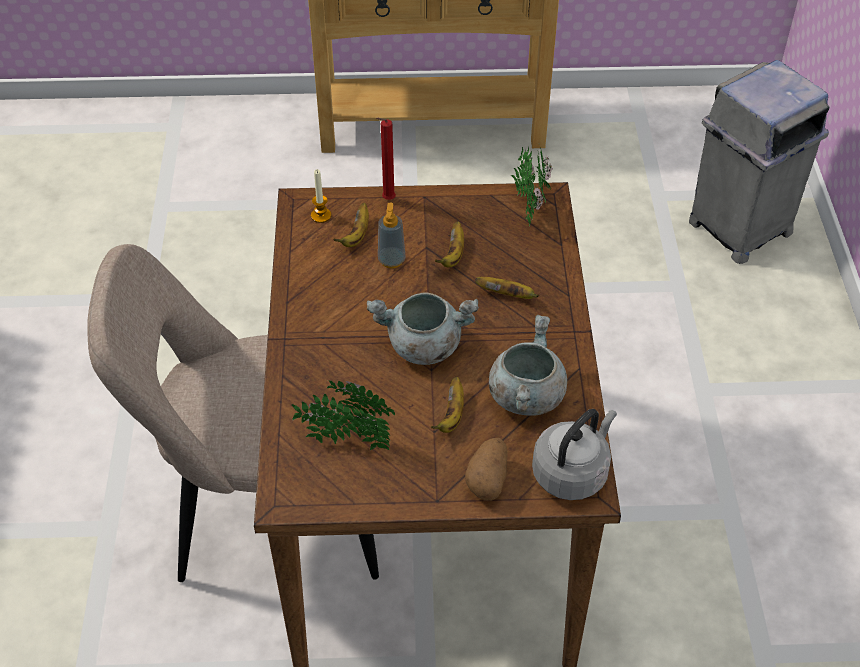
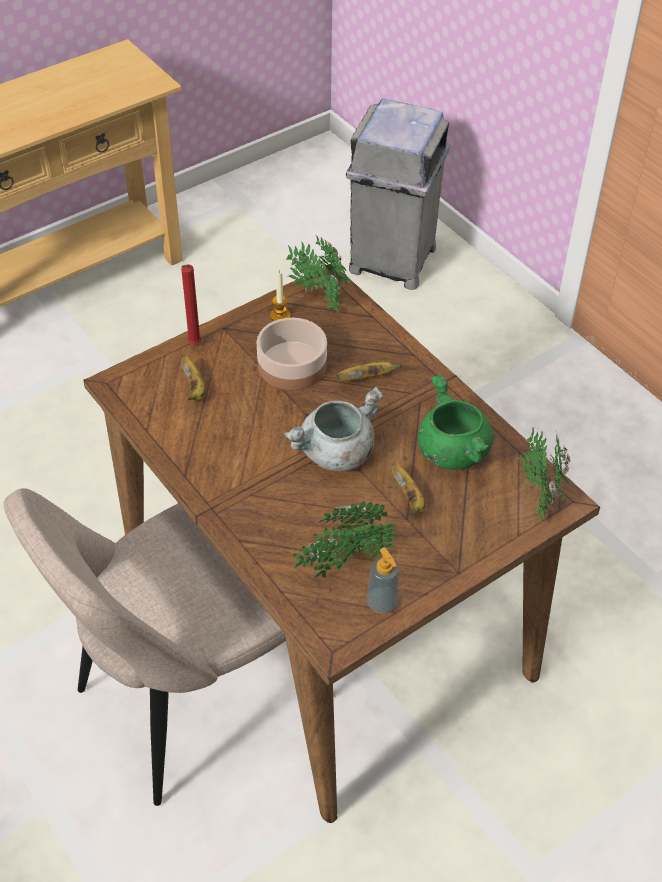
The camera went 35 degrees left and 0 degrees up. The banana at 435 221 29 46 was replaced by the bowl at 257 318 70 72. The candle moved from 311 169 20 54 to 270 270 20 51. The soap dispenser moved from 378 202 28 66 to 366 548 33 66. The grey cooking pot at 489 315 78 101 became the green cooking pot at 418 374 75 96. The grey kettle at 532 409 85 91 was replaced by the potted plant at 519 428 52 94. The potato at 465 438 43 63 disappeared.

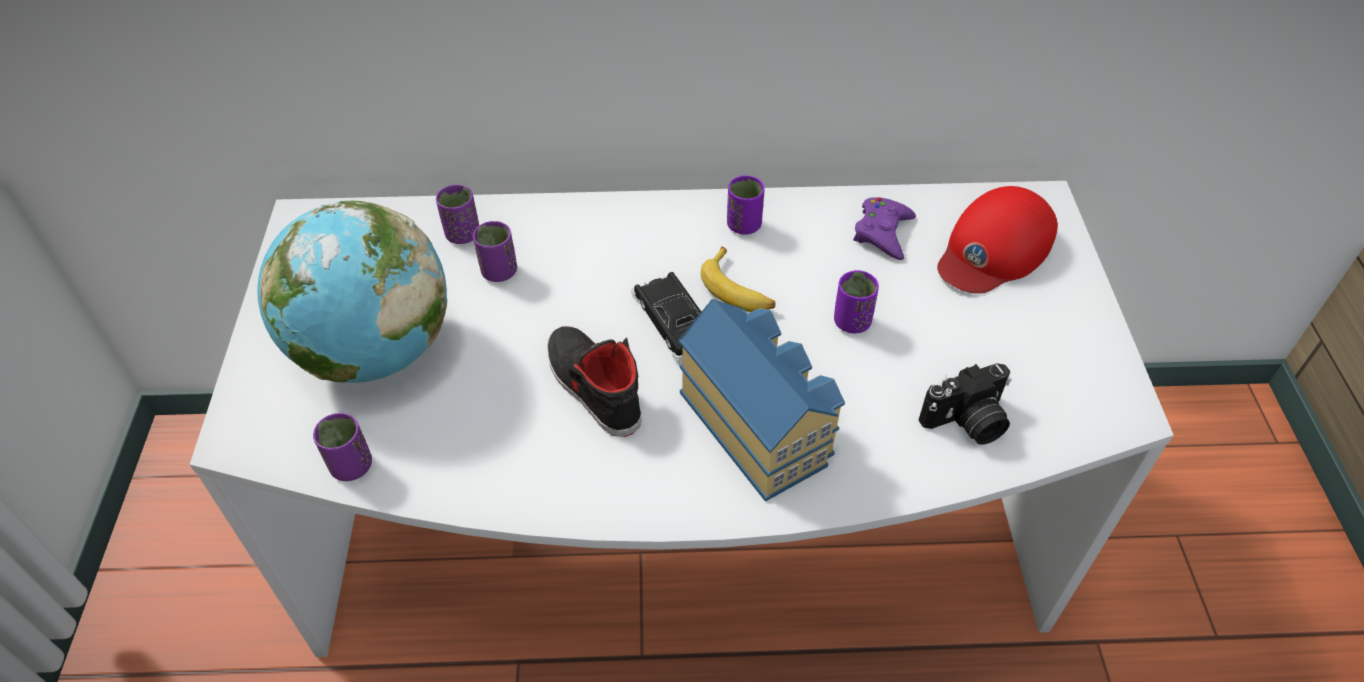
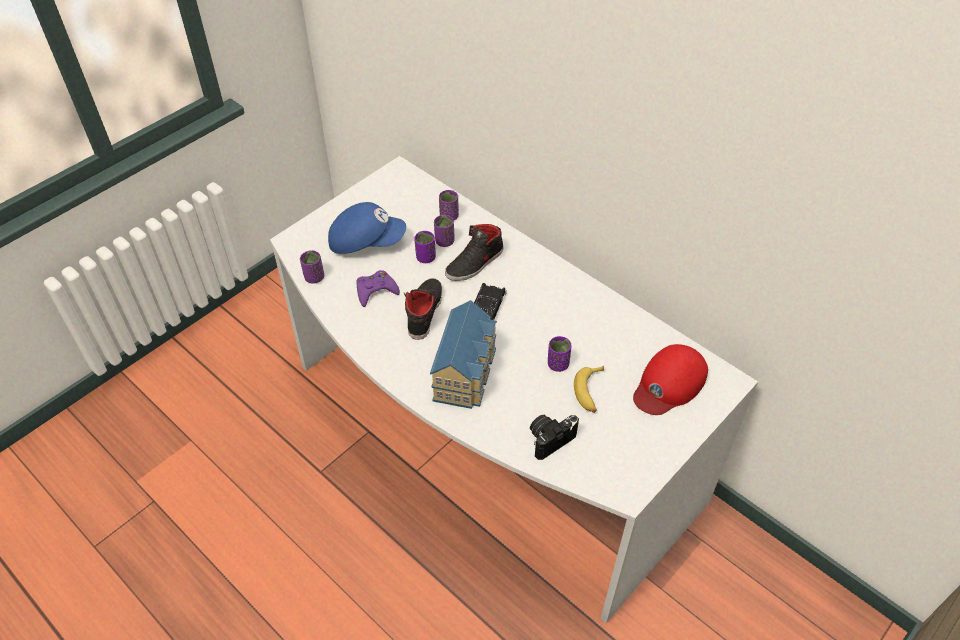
The camera went 45 degrees right and 0 degrees up. The globe at 257 201 190 182 was replaced by the blue cap at 328 202 78 52. The purple game controller moved from 853 197 63 63 to 357 270 43 37. The purple cup moved from 727 175 38 60 to 414 231 22 32. The black shoe at 445 224 58 57 appeared. The photo camera at 918 363 93 82 turned 120 degrees clockwise. The banana moved from 701 247 74 65 to 574 366 30 47. The red cap at 937 186 121 108 turned 45 degrees counterclockwise.

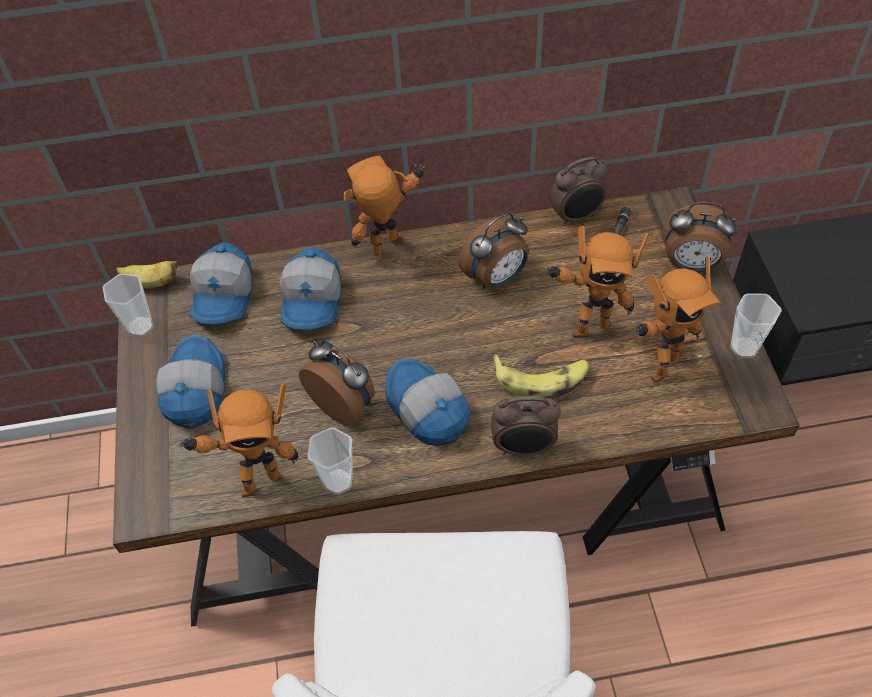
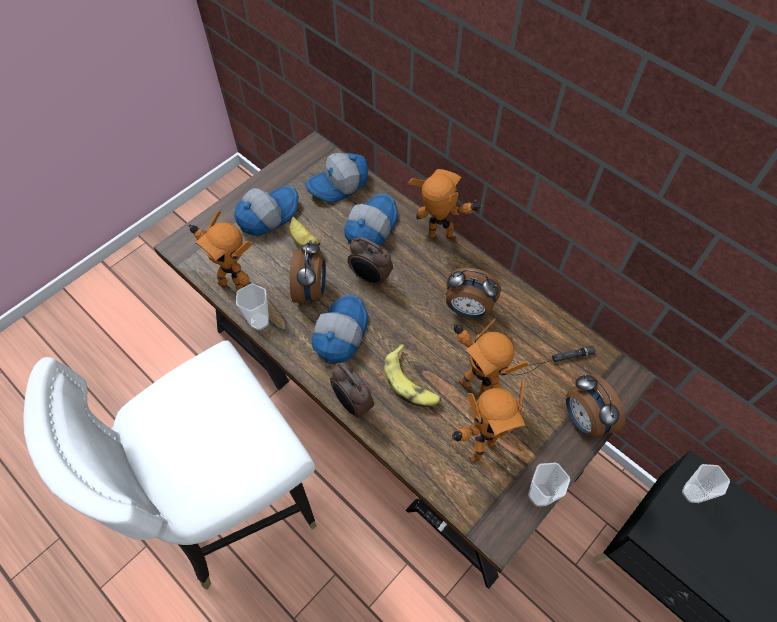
The camera went 50 degrees right and 5 degrees up. The banana moved from 116 261 63 27 to 289 217 31 30. The cap at 280 247 61 83 turned 150 degrees clockwise. The alarm clock moved from 549 157 59 69 to 348 237 45 50. The toy robot at 636 257 85 126 turned 45 degrees counterclockwise. The cup moved from 103 273 50 64 to 682 464 48 39.

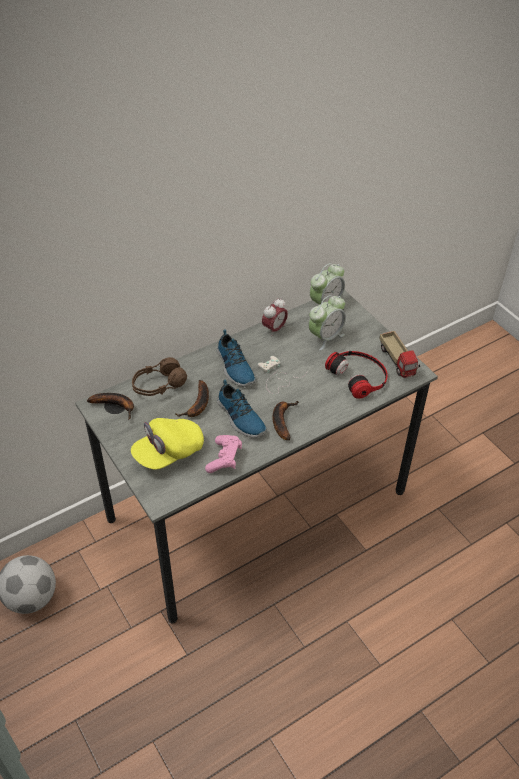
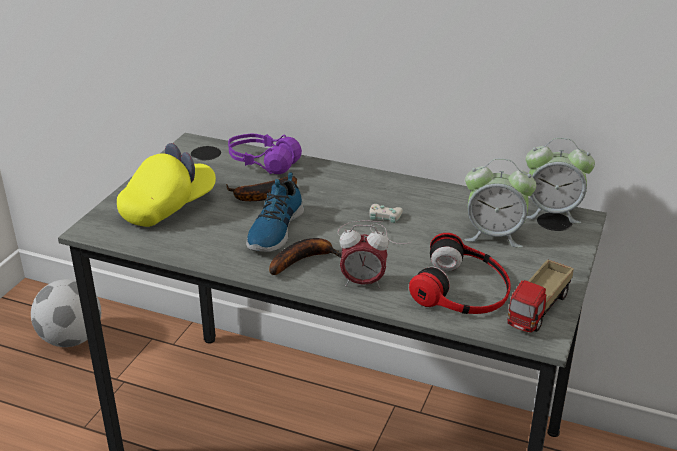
The camera went 55 degrees right and 15 degrees down. The yellow cap at 131 418 73 52 turned 120 degrees clockwise. The brown headphones at 132 357 55 39 became the purple headphones at 228 134 74 40. The alarm clock moved from 262 298 26 38 to 340 225 48 64. The banana at 87 393 47 27 disappeared. The pink game controller at 205 435 37 38 disappeared. The shoe at 217 329 39 58 disappeared.

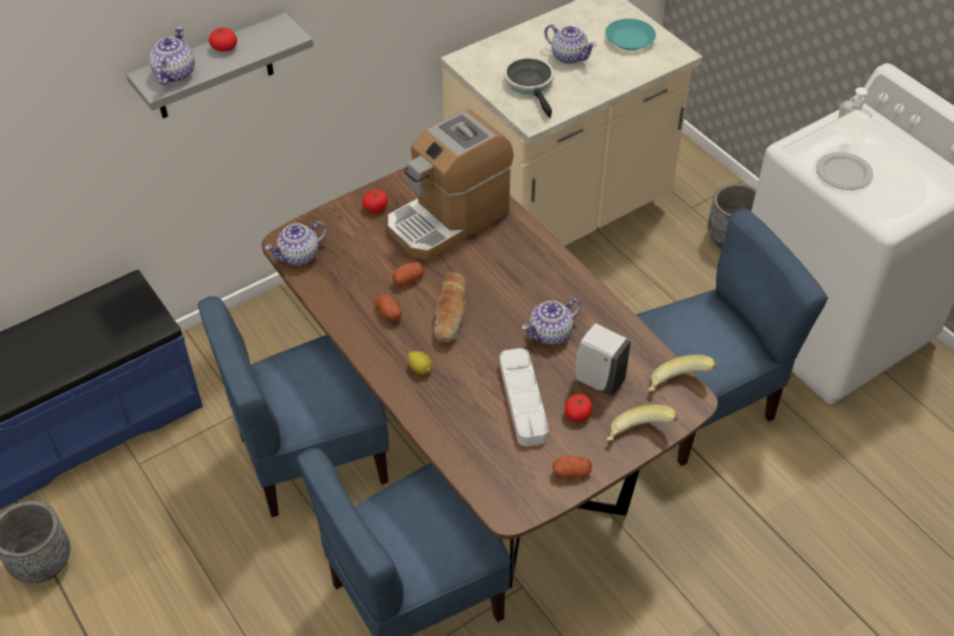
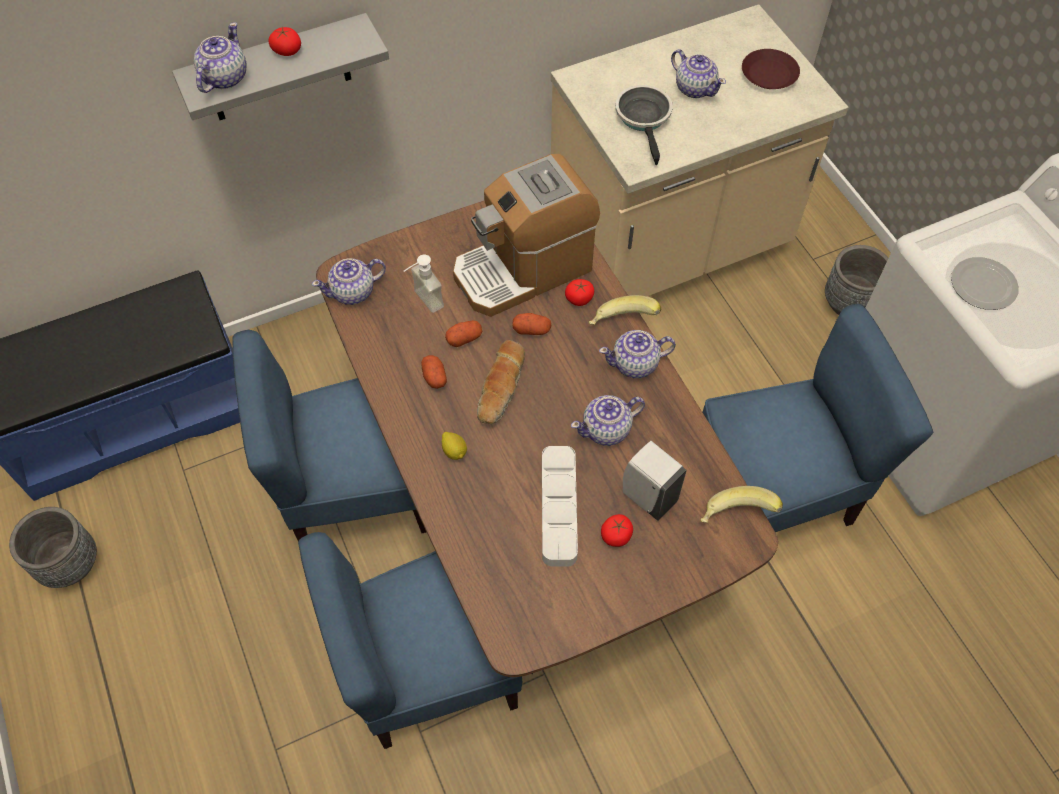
The camera went 10 degrees right and 10 degrees up. The soap dispenser moved from 833 87 39 57 to 404 255 40 58. The potato moved from 552 456 40 23 to 513 313 38 22. The tomato moved from 362 190 26 23 to 565 279 29 27. The banana moved from 606 405 72 36 to 589 295 72 30. The teapot at 599 330 77 48 appeared. The turquoise plate at 605 19 51 31 became the brown plate at 742 49 58 40.

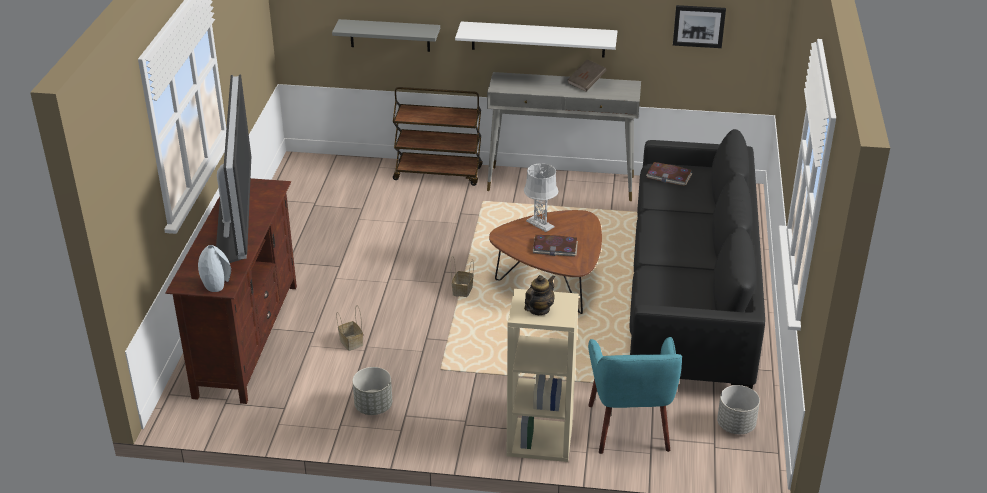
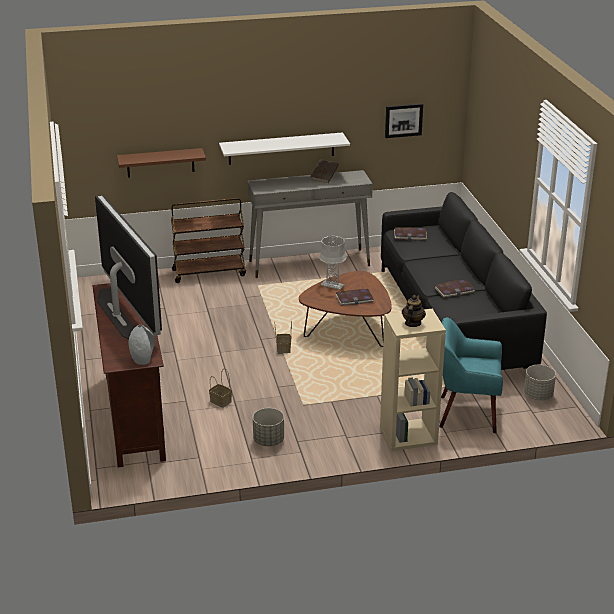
The camera went 20 degrees left and 5 degrees down. The grey shelf at 332 19 108 33 became the brown shelf at 117 148 89 30. The book at 435 280 40 18 appeared. The turquoise armchair at 588 337 94 117 turned 120 degrees clockwise.

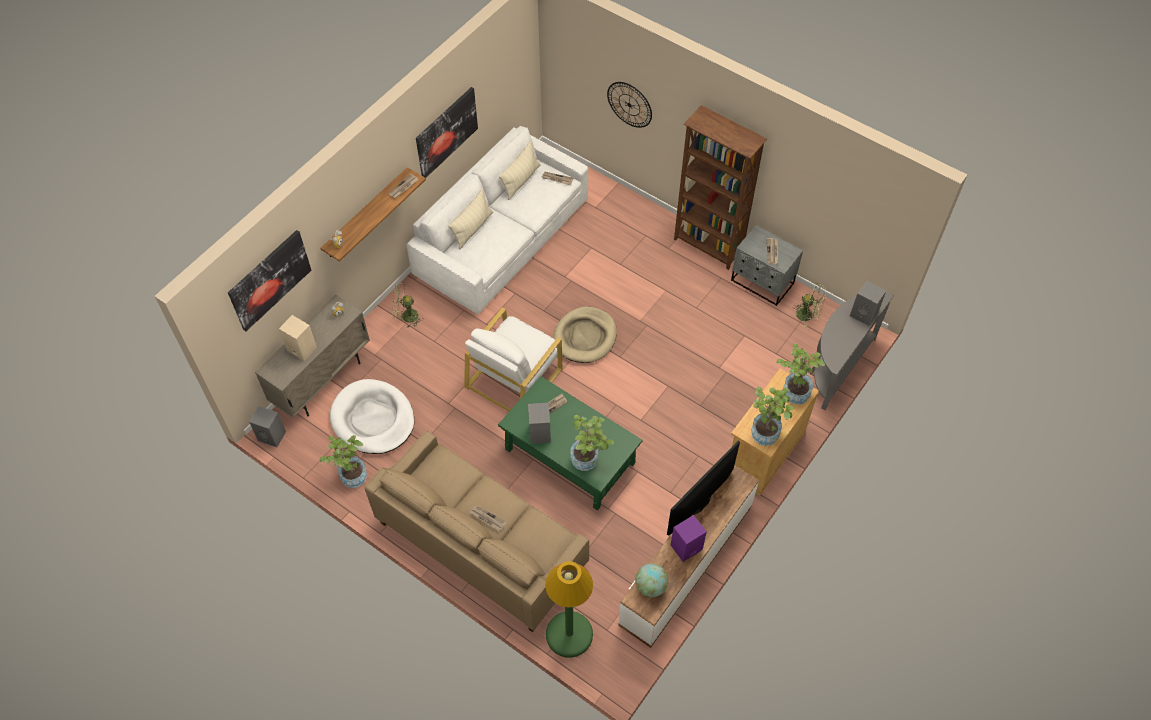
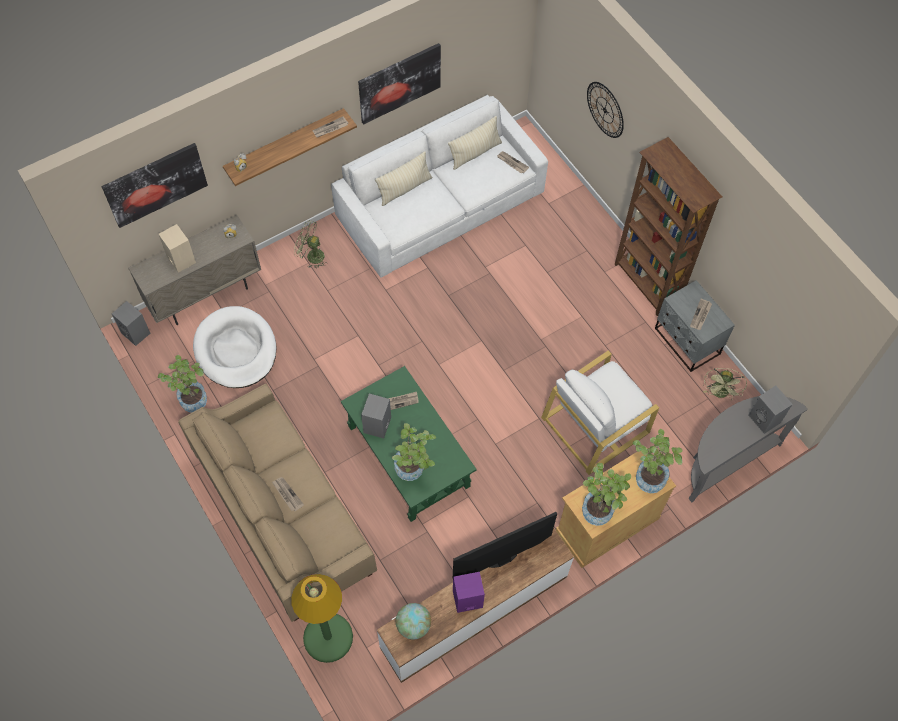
The camera went 20 degrees right and 5 degrees up. The white armchair moved from 464 307 99 104 to 541 350 118 125. The green fan at 793 283 33 44 turned 60 degrees clockwise. The beige dog bed at 553 306 64 57 disappeared.

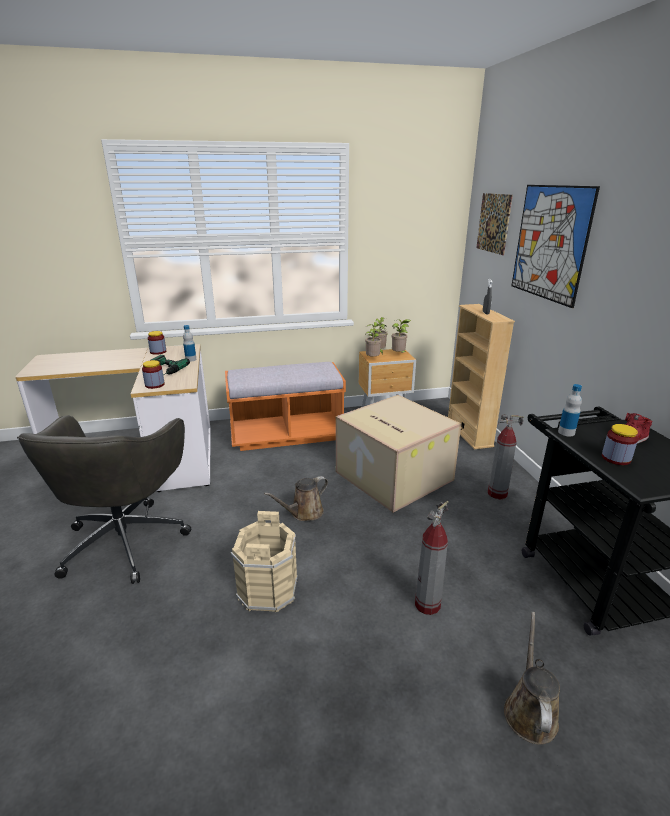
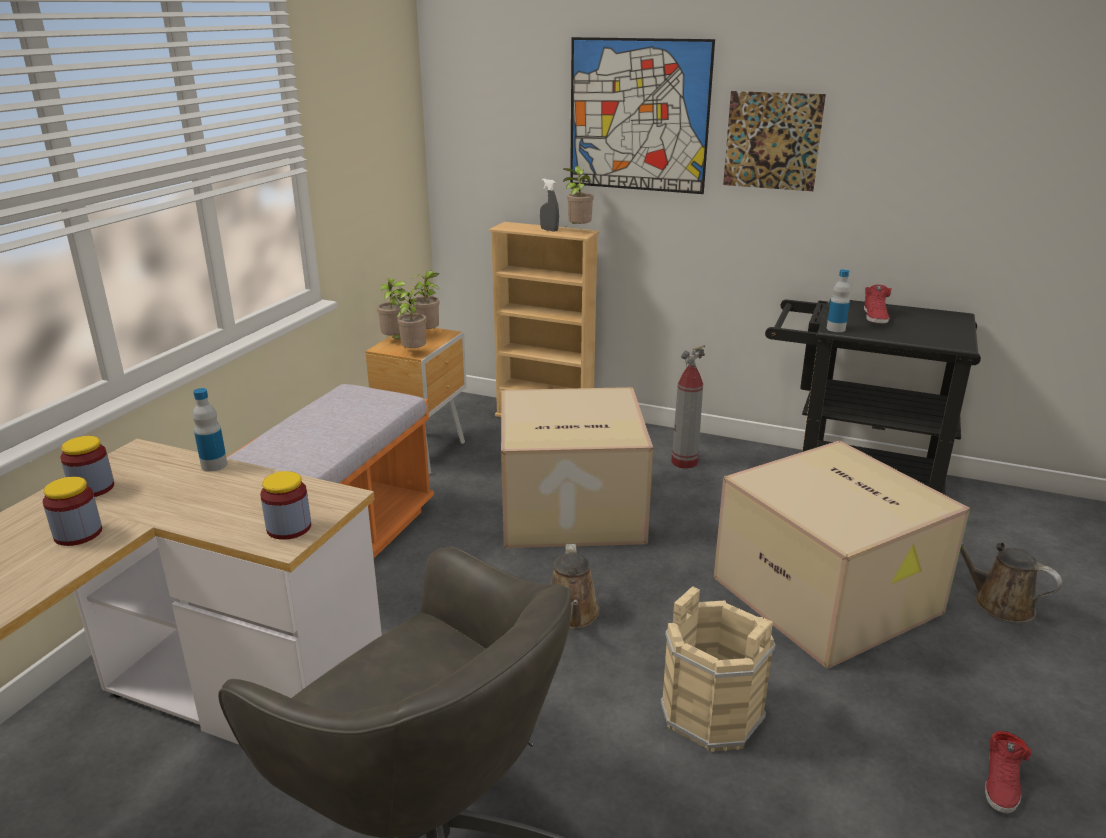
The camera went 55 degrees left and 0 degrees up. The jar moved from 602 424 36 41 to 43 477 59 69. The potted plant at 563 166 31 61 appeared. The fire extinguisher at 415 501 34 114 was replaced by the cardboard box at 714 440 256 229. The picture moved from 476 193 37 62 to 723 91 103 100. The red shoe at 985 731 47 83 appeared. The power drill at 151 355 39 20 disappeared.

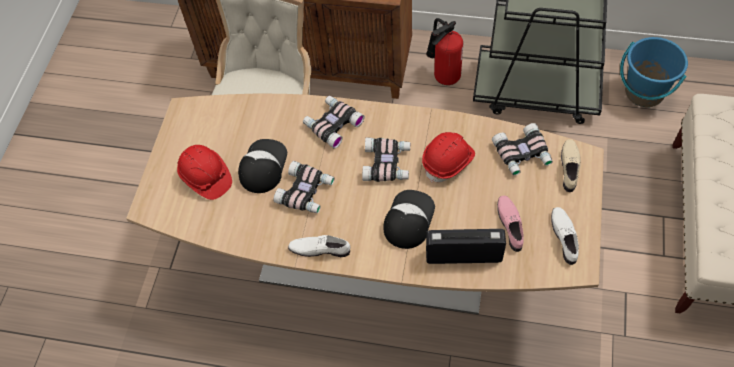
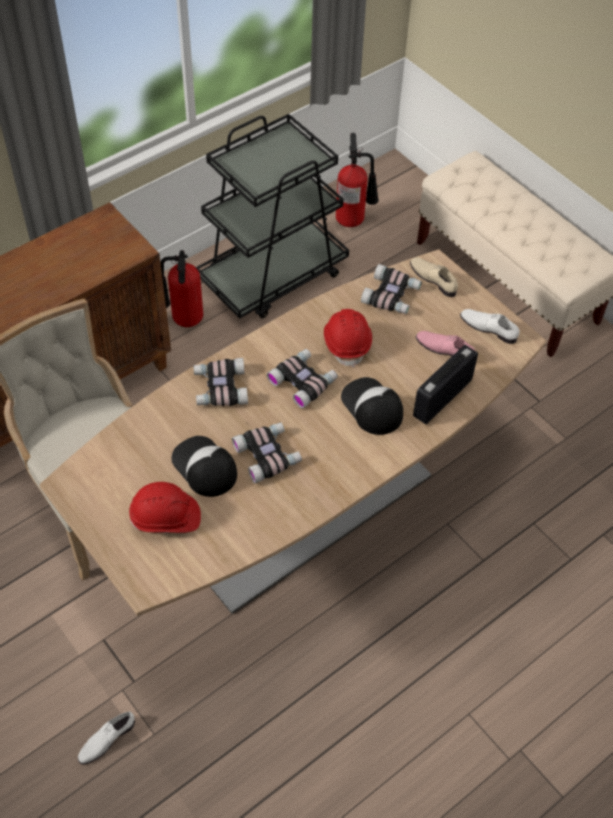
The camera went 55 degrees left and 5 degrees down. The white shoe moved from 288 235 62 22 to 78 711 57 54. The blue bucket at 620 37 68 70 was replaced by the fire extinguisher at 336 133 43 94.

